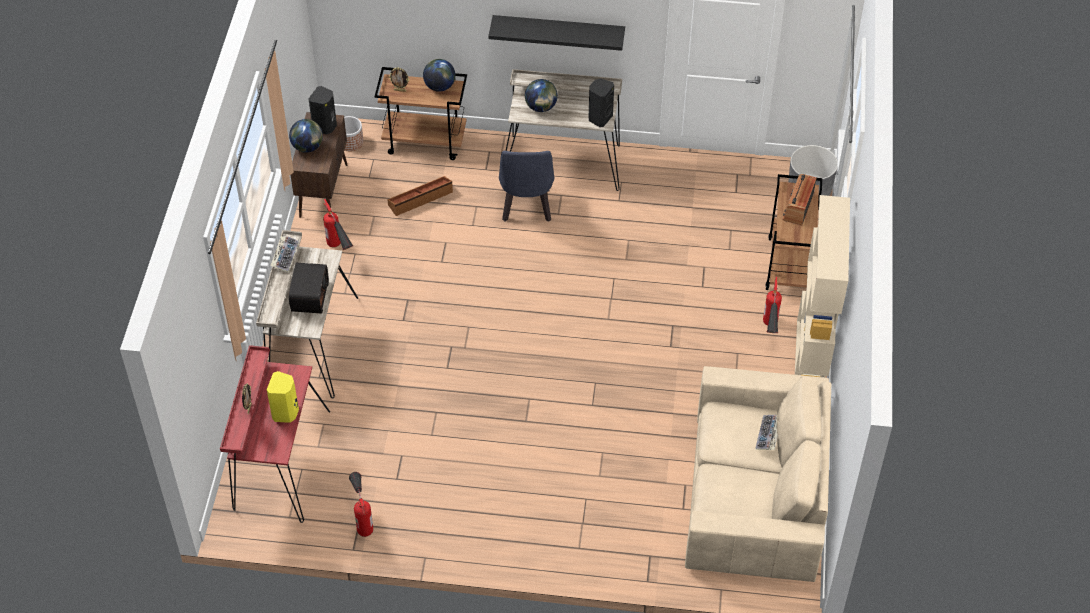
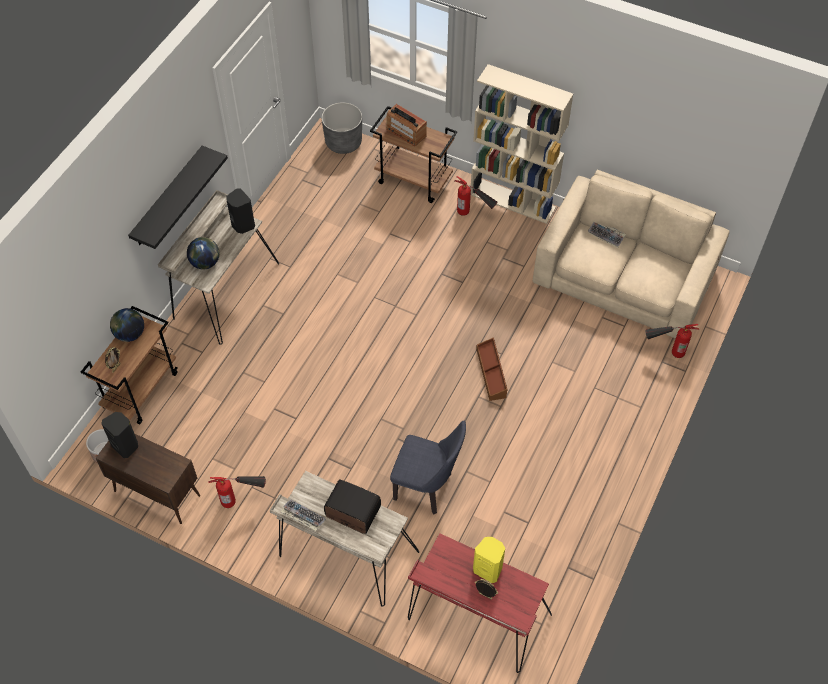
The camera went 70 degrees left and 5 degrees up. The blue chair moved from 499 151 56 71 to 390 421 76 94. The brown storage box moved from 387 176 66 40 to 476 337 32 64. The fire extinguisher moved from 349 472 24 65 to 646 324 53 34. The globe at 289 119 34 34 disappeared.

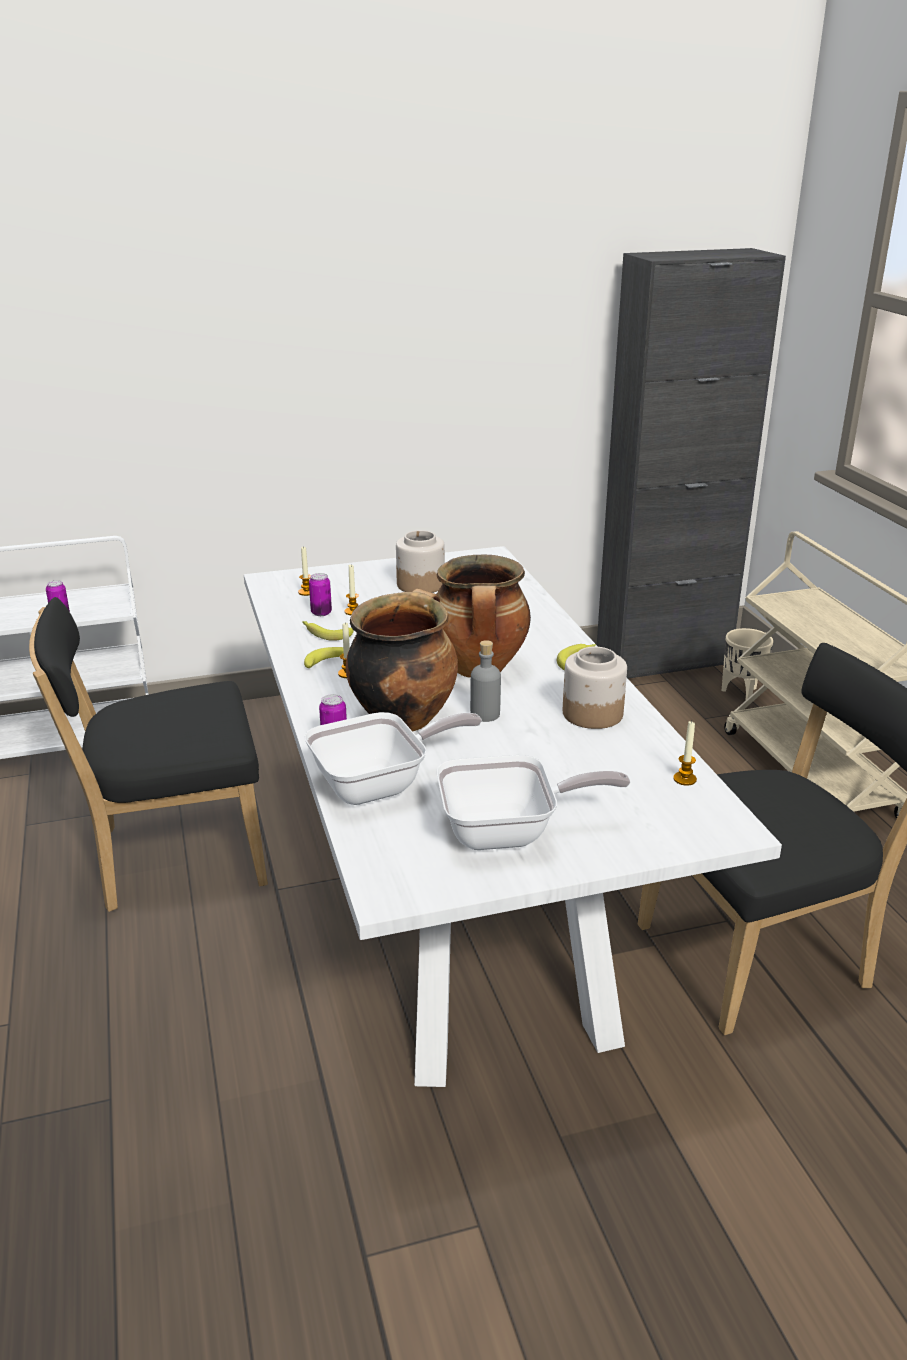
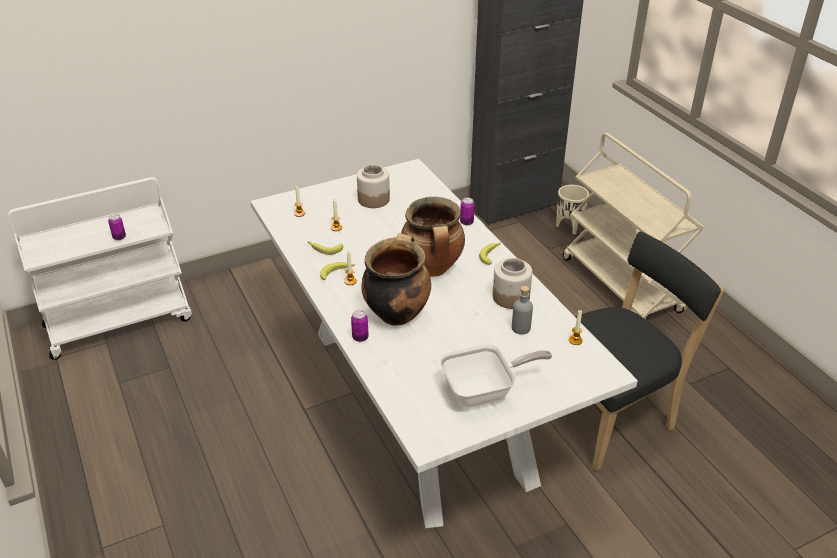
The camera went 10 degrees left and 10 degrees up. The can moved from 309 573 23 43 to 460 198 15 27. The grey bottle moved from 470 640 31 82 to 512 286 21 49. The black chair at 29 597 239 315 disappeared. The frying pan at 304 712 178 93 disappeared.

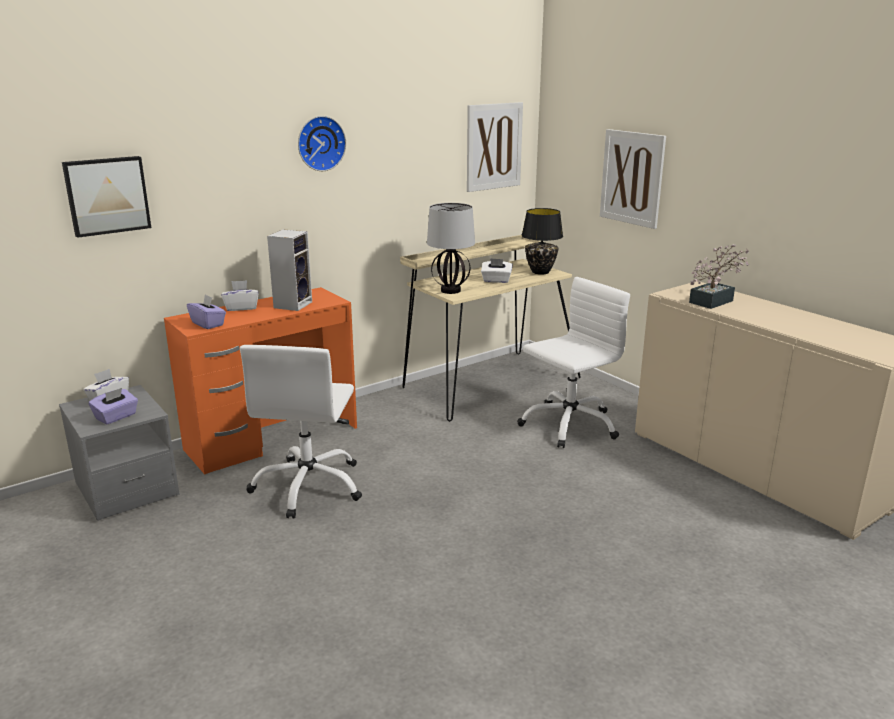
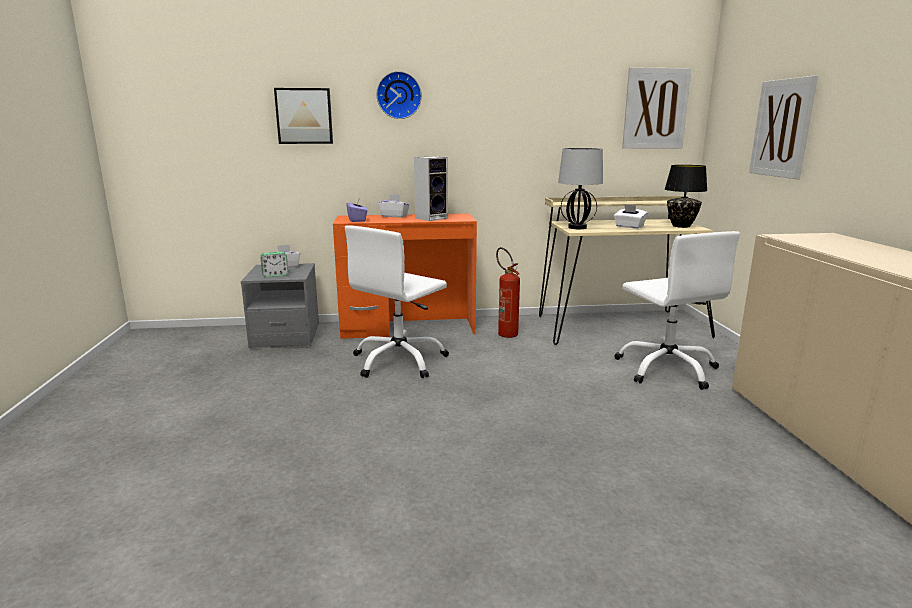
The camera went 30 degrees right and 5 degrees down. The purple tissue box at 89 388 49 37 was replaced by the alarm clock at 260 252 28 25. The wall clock moved from 298 116 48 55 to 376 71 46 48. The fire extinguisher at 496 247 24 91 appeared. The white office chair at 517 277 113 171 turned 75 degrees clockwise. The potted plant at 689 244 60 65 disappeared.

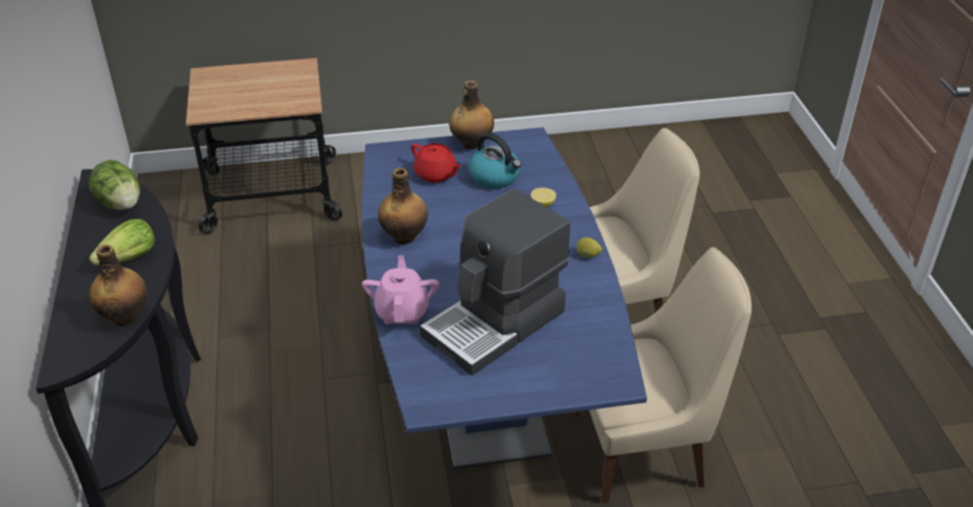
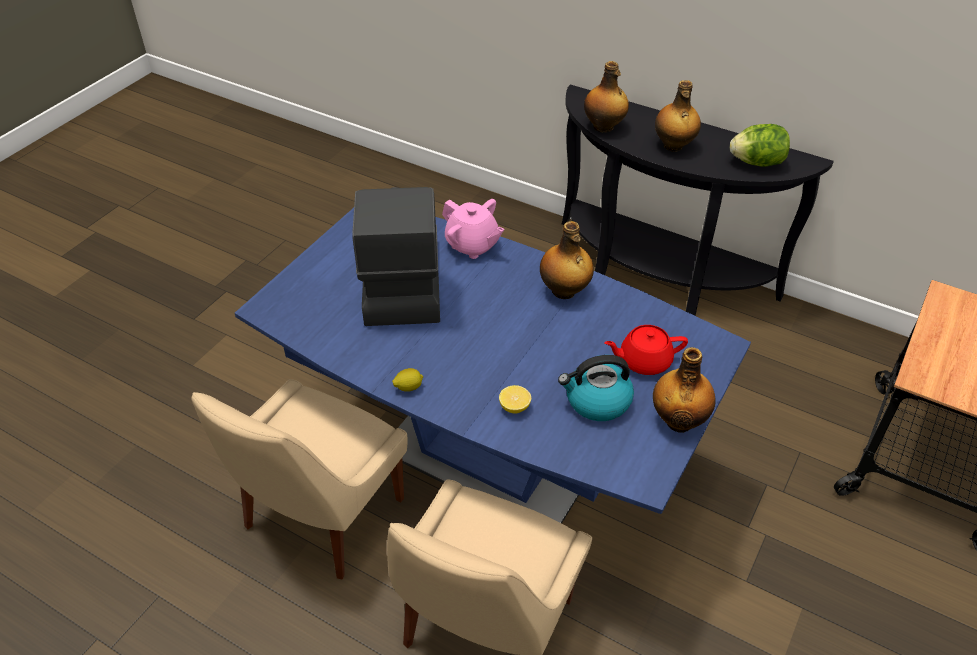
The camera went 130 degrees right and 5 degrees up. The lettuce at 89 219 66 46 was replaced by the bottle at 655 80 46 72.

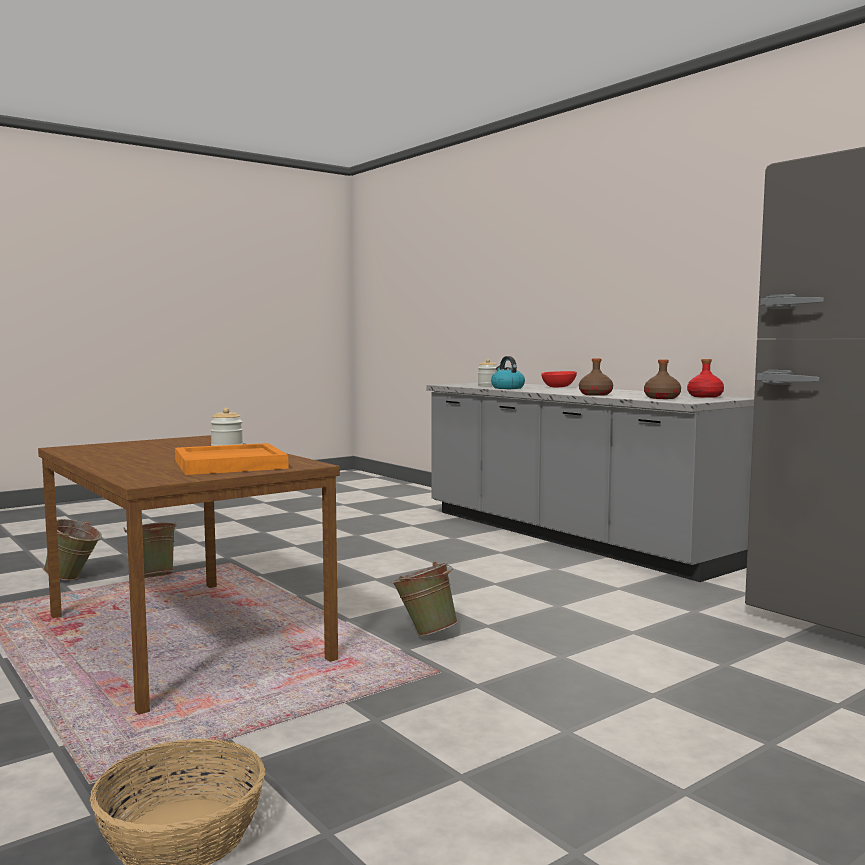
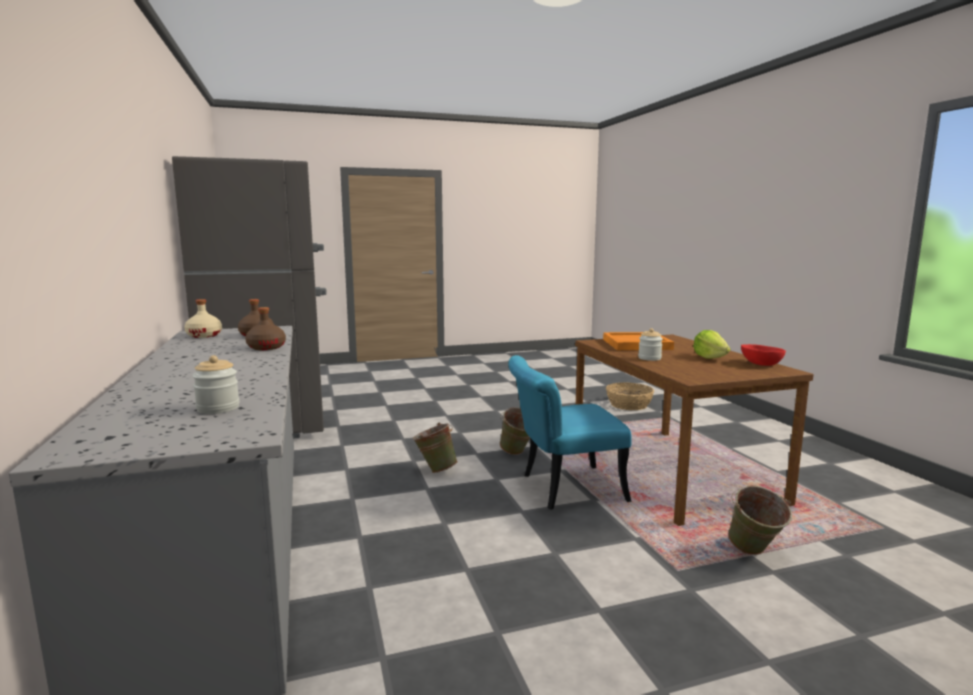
The camera went 160 degrees left and 5 degrees up. The red bottle at 687 359 37 39 became the beige bottle at 184 299 38 39. The green bucket moved from 43 519 59 61 to 413 422 45 51. The turquoise chair at 508 355 124 155 appeared. The lettuce at 693 330 38 29 appeared. The red bowl moved from 541 371 36 16 to 741 344 45 22. The kettle at 491 356 34 33 disappeared.

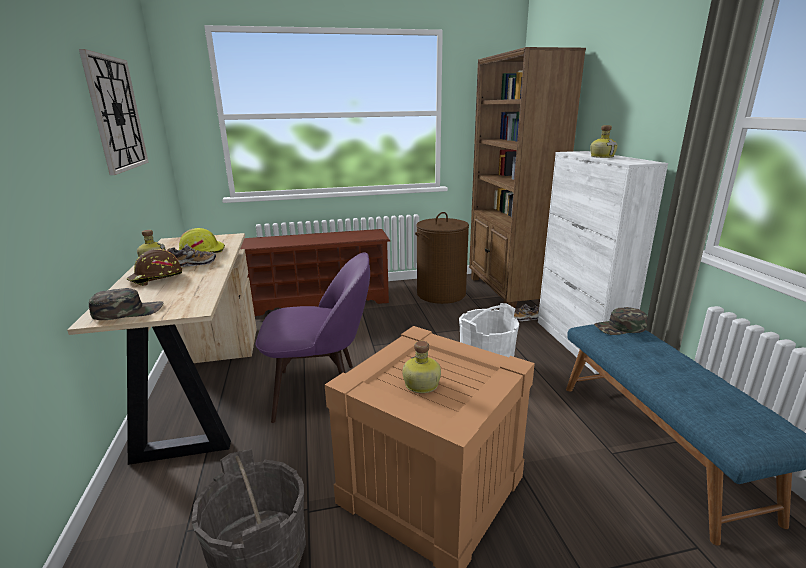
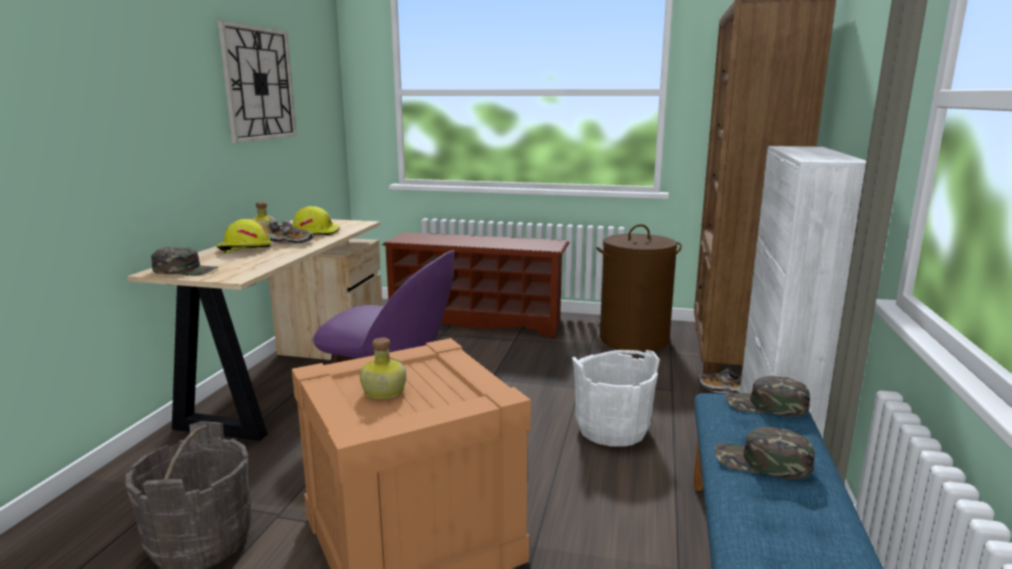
The camera went 25 degrees right and 5 degrees down. The brown hard hat at 127 249 55 37 became the yellow hard hat at 216 219 55 35. The green cap at 715 427 99 52 appeared. The bottle at 590 125 27 33 disappeared.

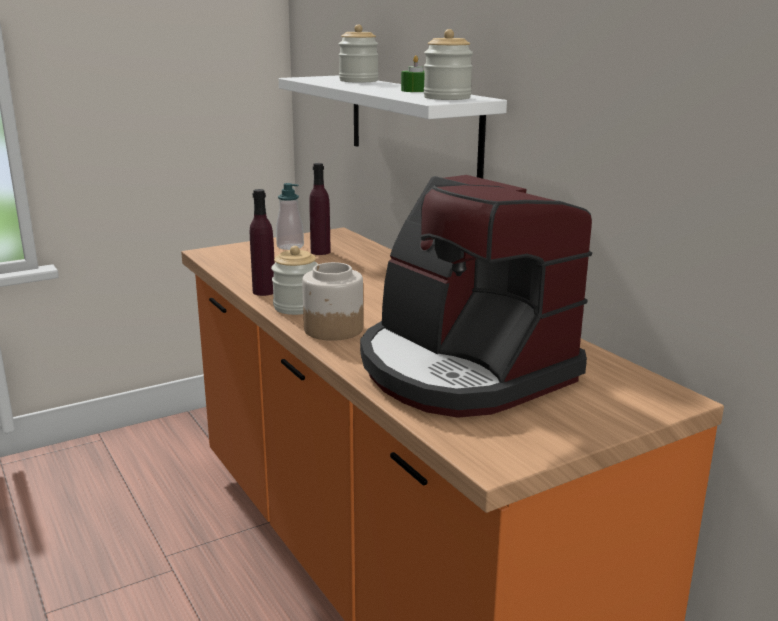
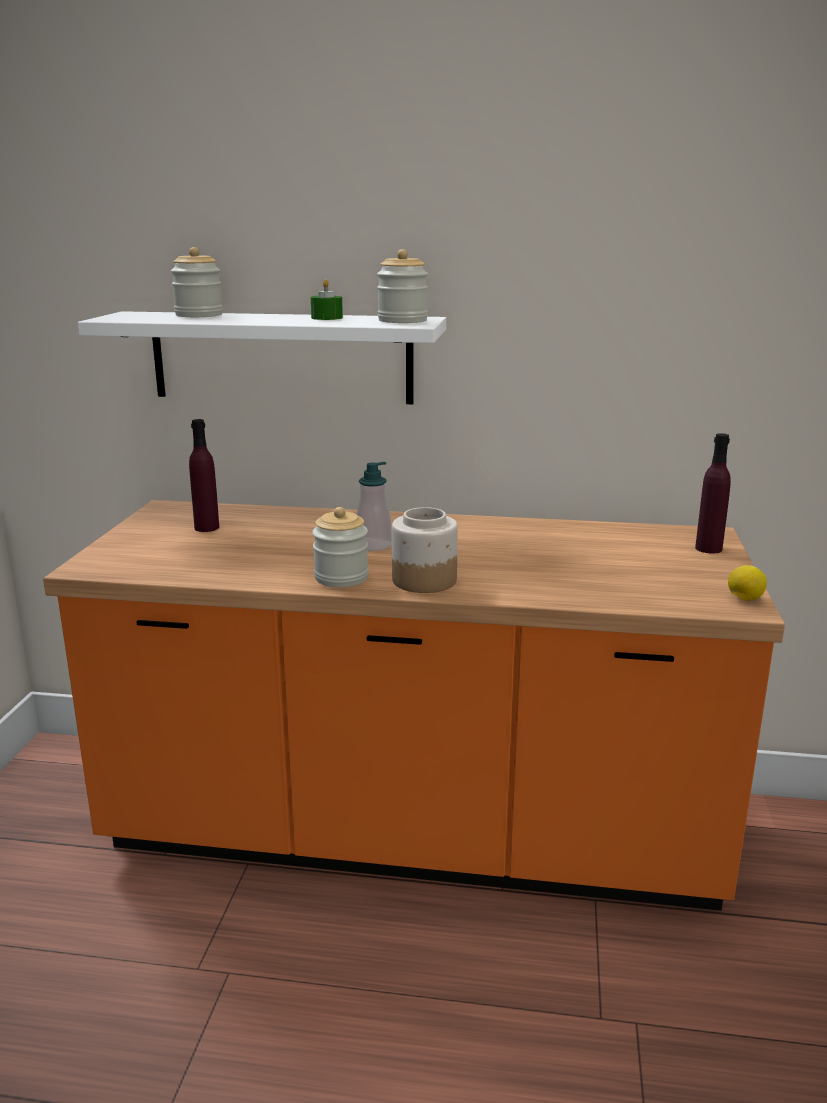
The camera went 50 degrees left and 0 degrees up. The soap dispenser moved from 276 183 28 67 to 356 462 36 89. The purple bottle moved from 250 189 25 107 to 695 433 36 121. The lemon at 728 565 39 36 appeared. The coffee machine at 360 175 232 243 disappeared.

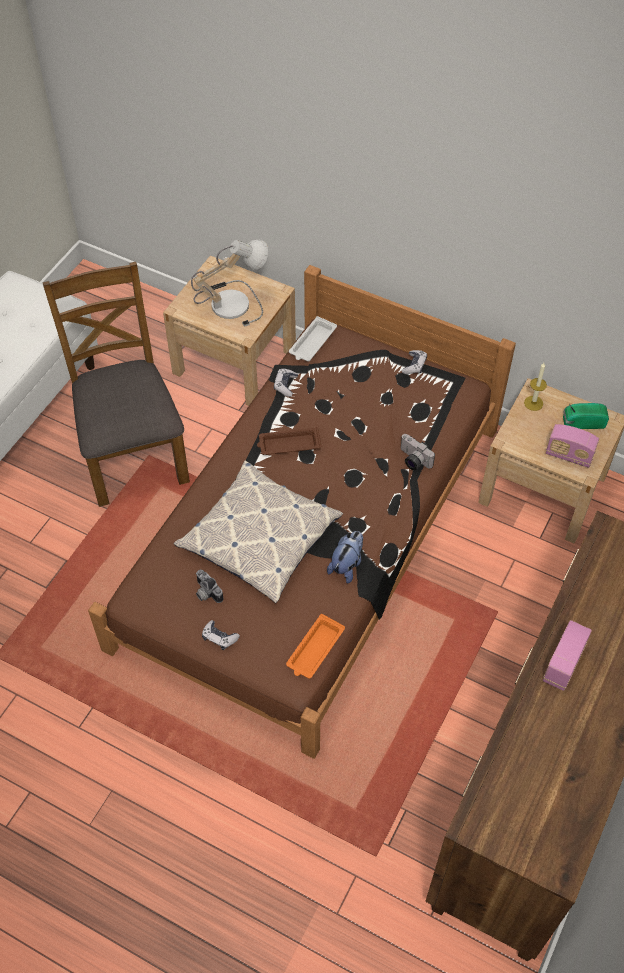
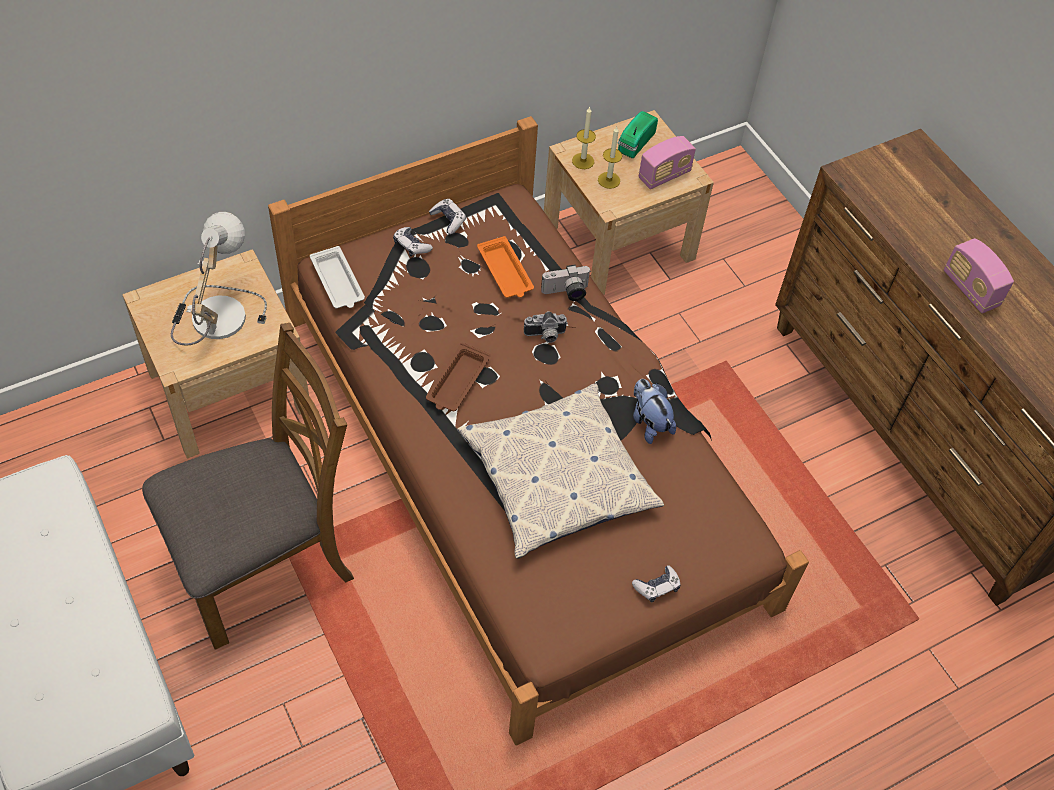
The camera went 60 degrees left and 0 degrees up. The brown chair at 43 262 147 245 turned 135 degrees clockwise. The game controller moved from 274 368 24 29 to 393 227 40 29. The orange tray moved from 286 614 59 65 to 477 236 57 62. The photo camera moved from 196 569 27 34 to 524 312 44 31. The candle at 598 127 24 62 appeared.

